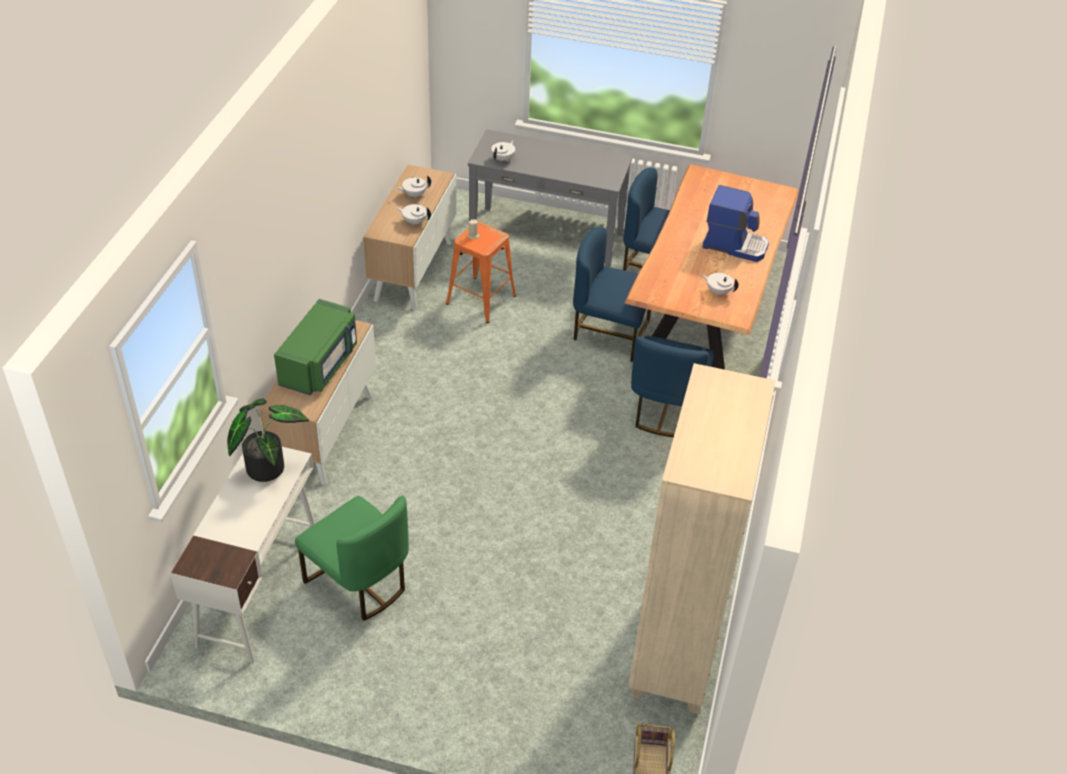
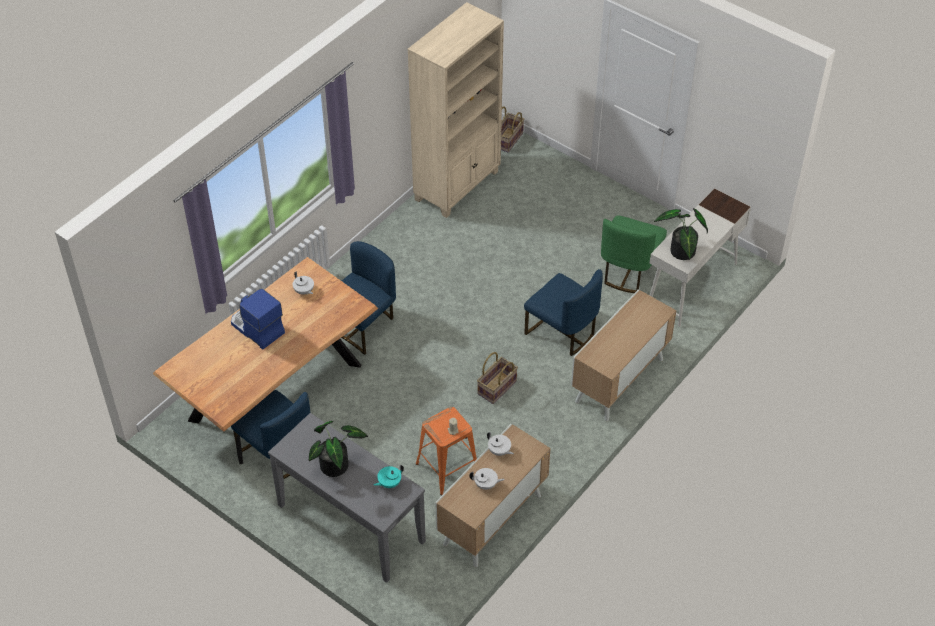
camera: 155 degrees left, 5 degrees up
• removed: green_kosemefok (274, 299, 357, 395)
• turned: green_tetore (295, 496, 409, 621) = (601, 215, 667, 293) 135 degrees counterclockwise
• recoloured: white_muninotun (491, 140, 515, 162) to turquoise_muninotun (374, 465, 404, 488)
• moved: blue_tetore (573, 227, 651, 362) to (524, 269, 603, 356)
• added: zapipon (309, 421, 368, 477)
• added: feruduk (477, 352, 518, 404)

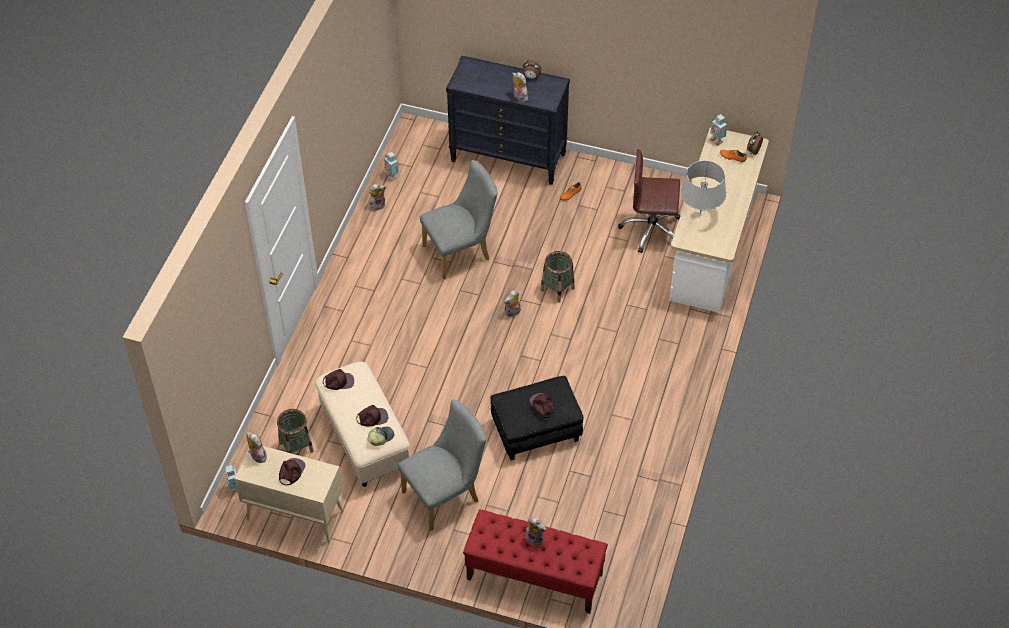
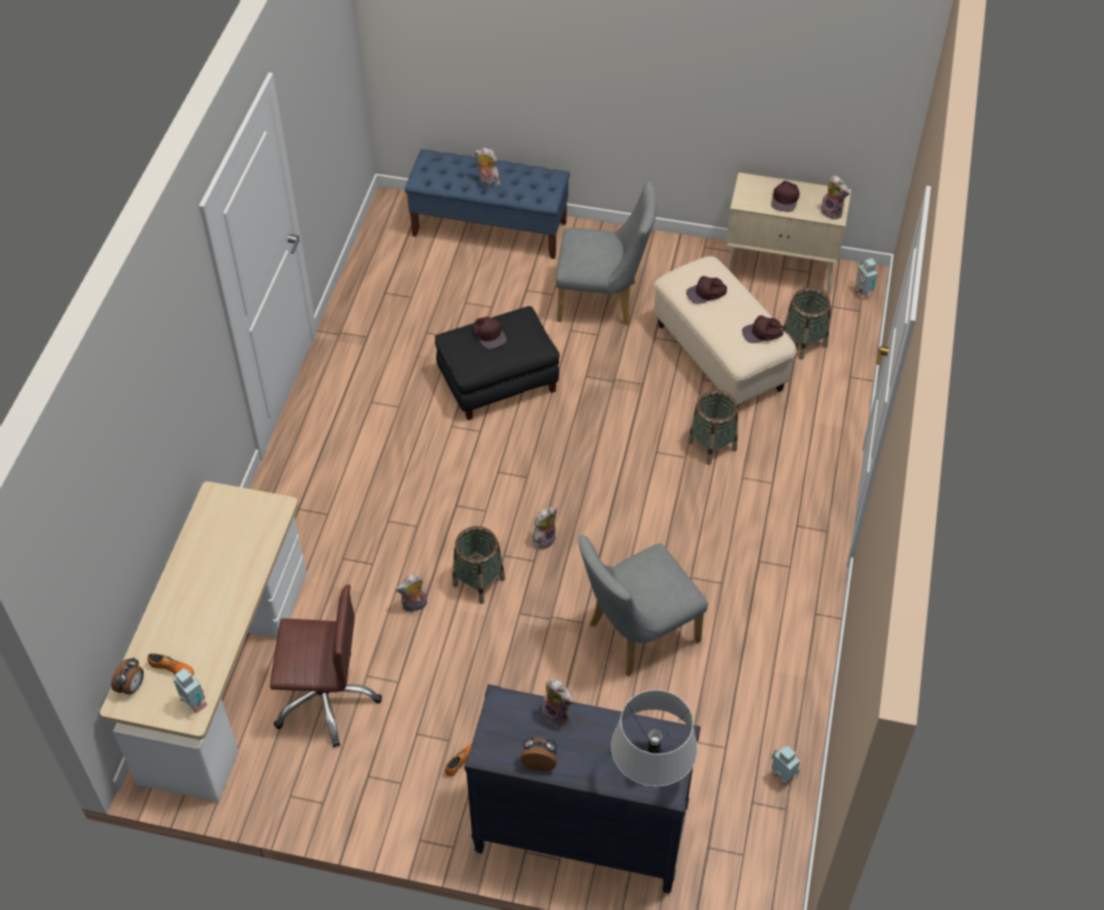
camera: 175 degrees right, 0 degrees up
• removed: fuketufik (367, 427, 394, 446)
• moved: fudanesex (369, 184, 386, 211) to (395, 574, 427, 612)
• turned: grey_tetore (398, 400, 487, 531) = (556, 181, 657, 326) 135 degrees counterclockwise
• recoloured: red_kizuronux (463, 509, 608, 614) to blue_kizuronux (405, 149, 570, 259)
• moved: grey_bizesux (680, 160, 726, 214) to (611, 690, 698, 787)
• added: feruduk (688, 390, 738, 465)

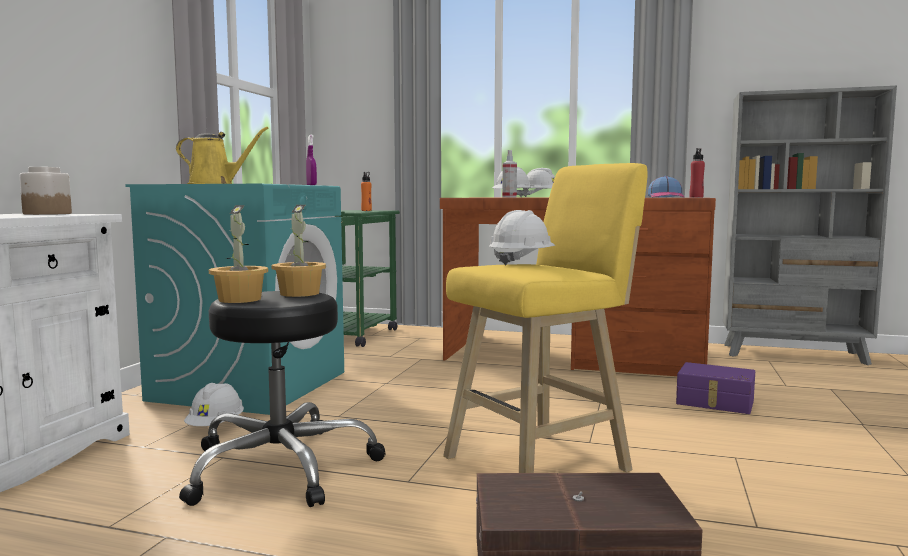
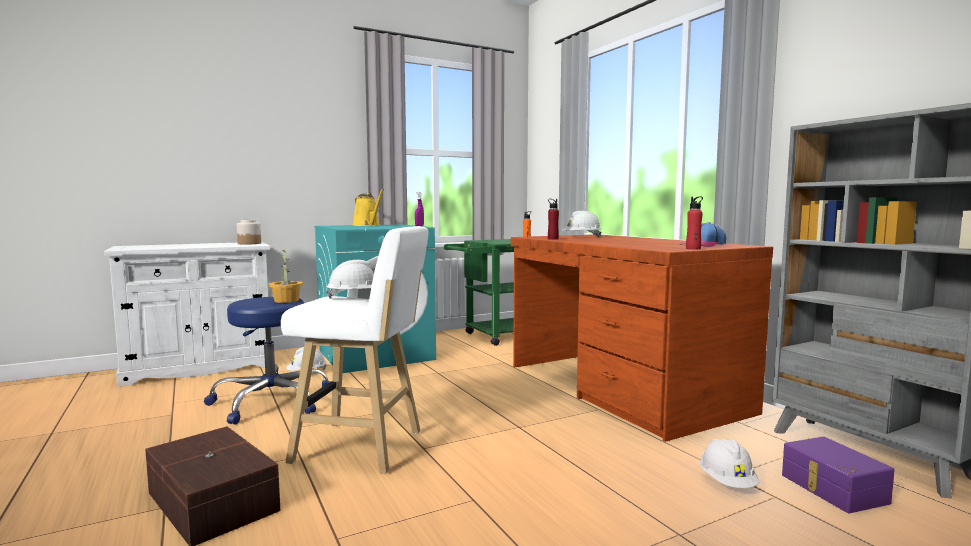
camera: 45 degrees right, 0 degrees up
• recoloured: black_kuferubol (179, 291, 386, 507) to blue_kuferubol (204, 297, 330, 424)
• removed: zapipon (209, 205, 268, 303)
• recoloured: yellow_kuferubol (443, 163, 647, 473) to white_kuferubol (281, 226, 428, 474)
• replaced: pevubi (502, 150, 517, 197) to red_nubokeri (548, 199, 559, 240)
• moved: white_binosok (523, 168, 555, 197) to (700, 439, 759, 488)
• moved: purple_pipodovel (676, 362, 755, 414) to (782, 437, 895, 513)

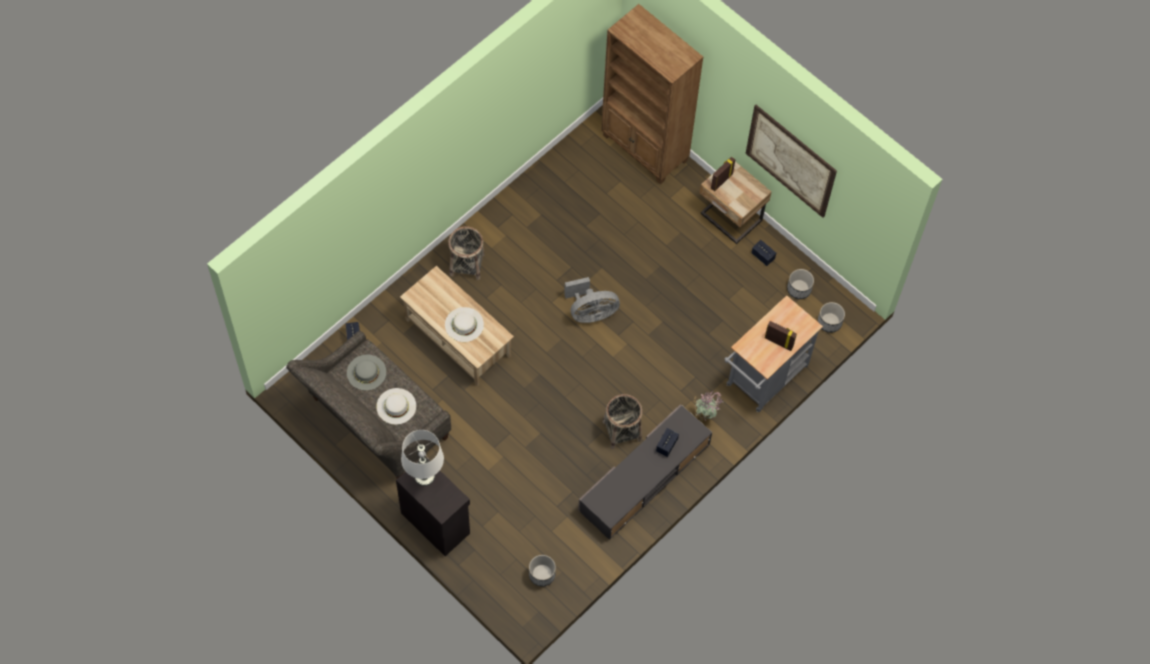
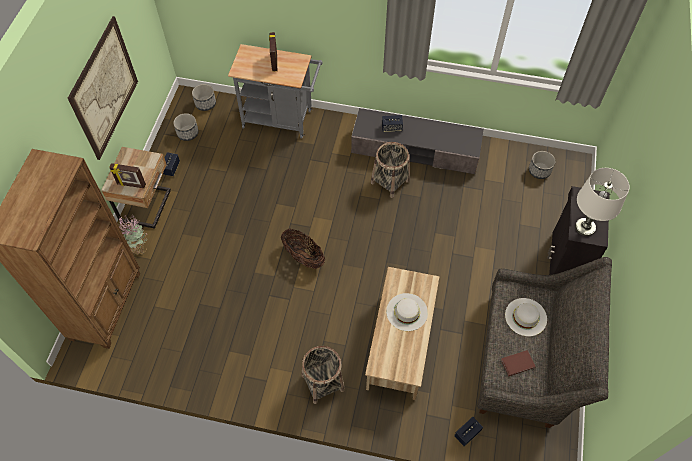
camera: 120 degrees left, 5 degrees down
• replaced: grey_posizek (347, 355, 386, 390) to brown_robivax (501, 350, 536, 376)
• replaced: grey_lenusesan (564, 277, 620, 323) to feruduk (281, 228, 325, 269)
• moved: zapipon (692, 391, 723, 422) to (119, 215, 148, 255)

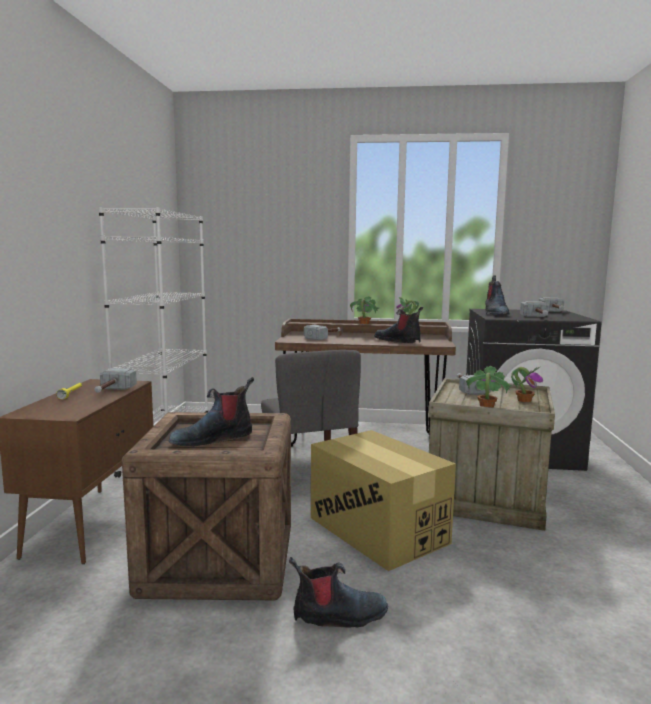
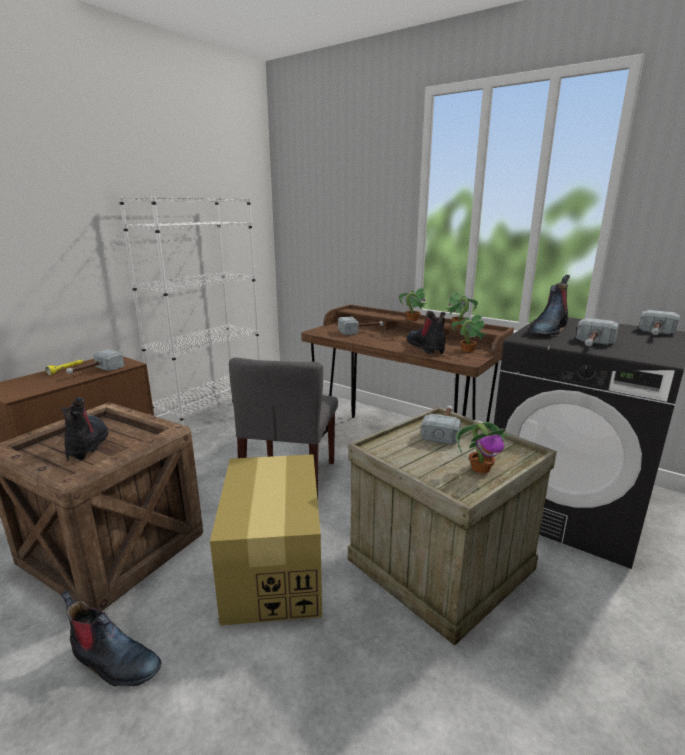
camera: 30 degrees right, 10 degrees up
• turned: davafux (168, 377, 254, 447) = (61, 397, 108, 461) 75 degrees clockwise
• moved: zapipon (466, 366, 512, 407) to (452, 314, 488, 352)

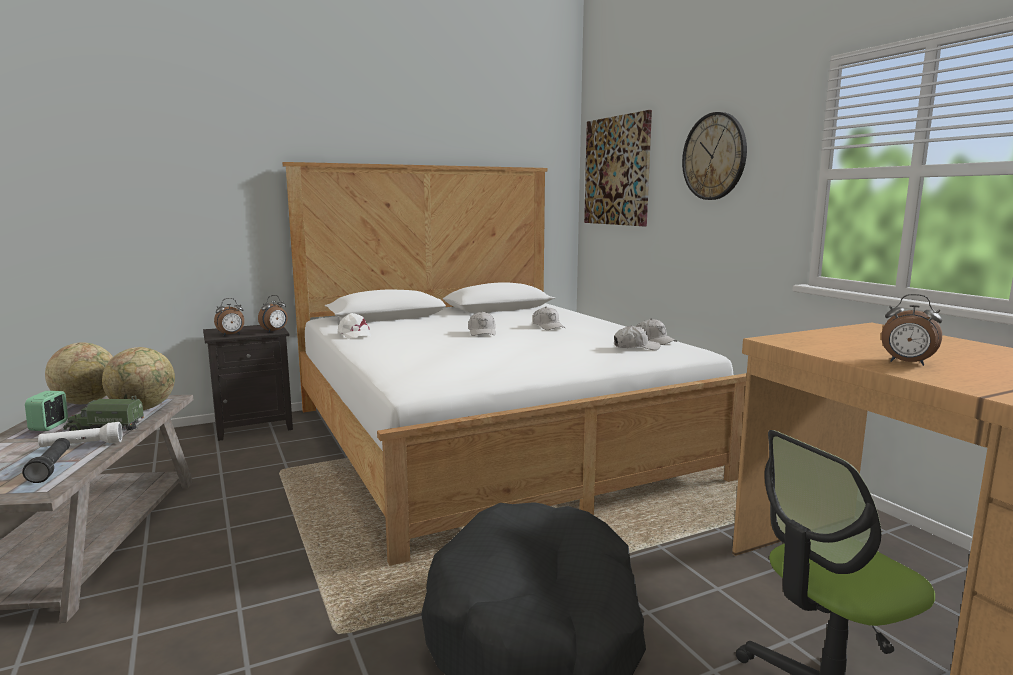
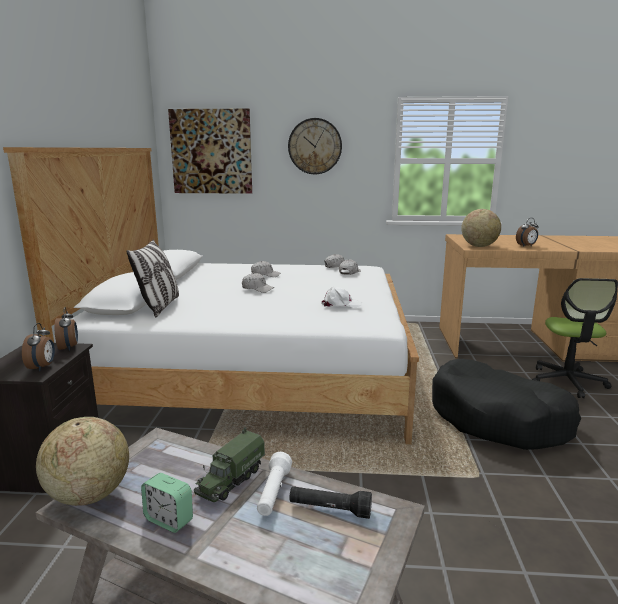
camera: 60 degrees left, 5 degrees up
• moved: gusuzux (102, 347, 175, 410) to (461, 209, 501, 247)
• moved: white_fuketufik (337, 313, 371, 339) to (321, 287, 362, 308)
• added: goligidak (126, 239, 179, 317)

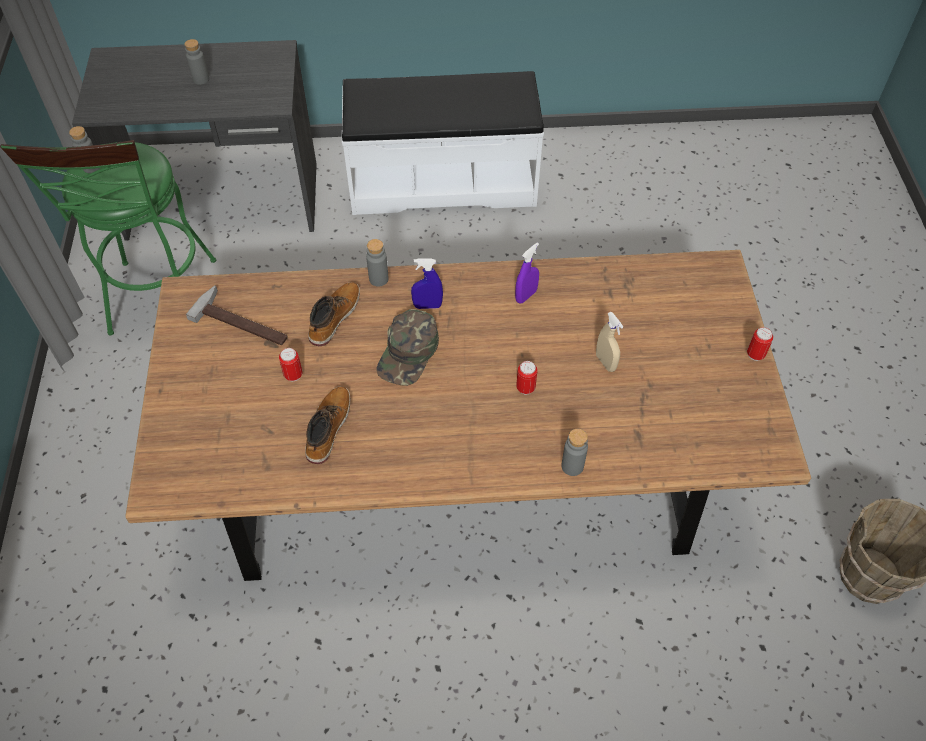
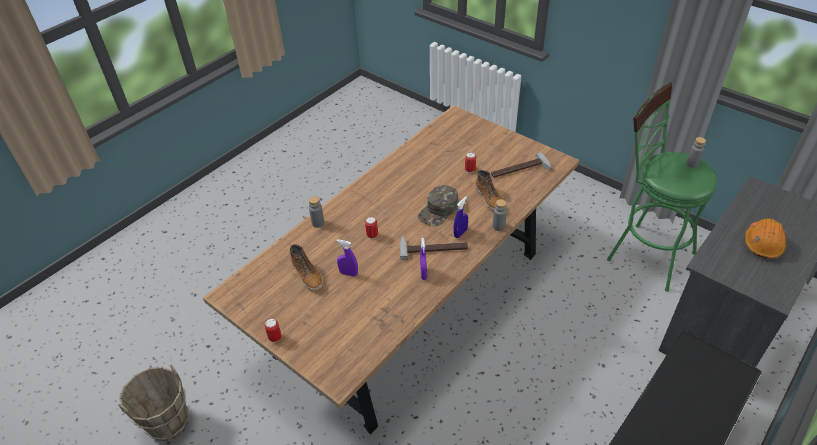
camera: 135 degrees right, 10 degrees down
• replaced: grey_nubokeri (184, 39, 209, 85) to orange_binosok (745, 219, 786, 258)
• moved: davafux (305, 386, 350, 464) to (290, 244, 323, 291)
• turned: green_fuketufik (377, 309, 439, 386) = (418, 185, 459, 226) 120 degrees counterclockwise
• recoloured: beige_pevubi (596, 312, 623, 372) to purple_pevubi (336, 239, 358, 277)
• added: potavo (400, 235, 468, 260)

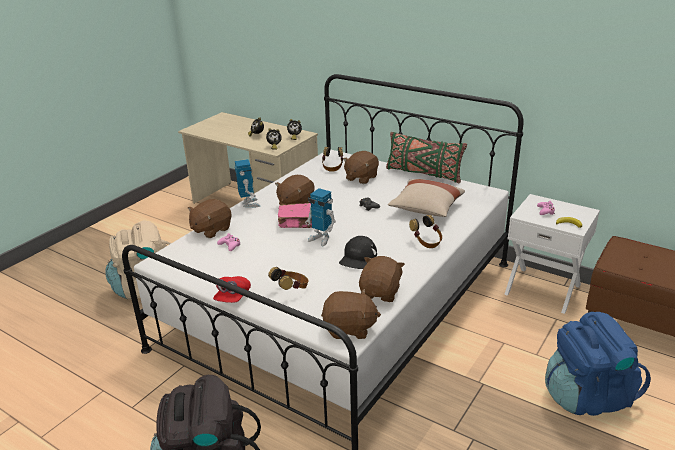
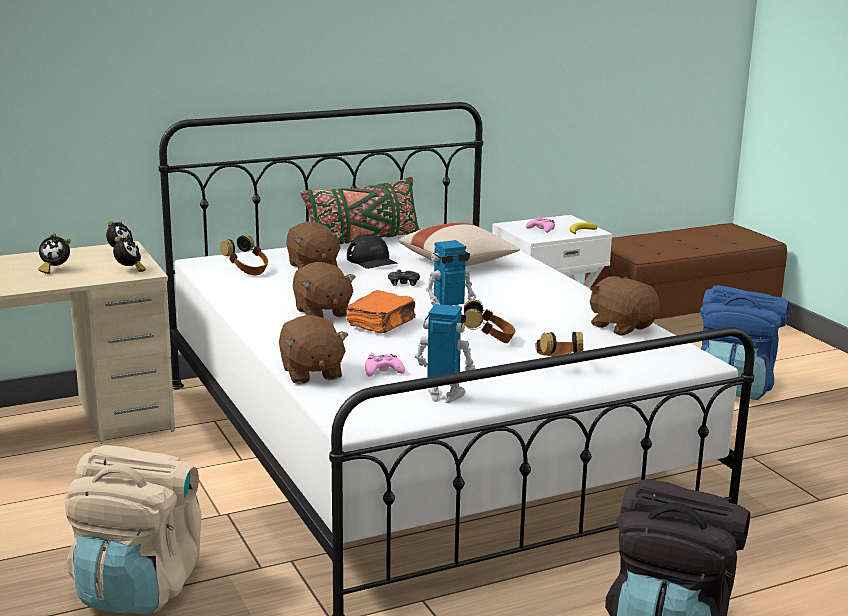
camera: 60 degrees left, 10 degrees down
• removed: red_fuketufik (213, 276, 251, 303)
• moved: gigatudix (235, 159, 260, 207) to (415, 304, 475, 403)
• recoloured: pink_robivax (278, 203, 312, 228) to orange_robivax (346, 290, 416, 333)
• removed: brown_fudanesex (321, 289, 381, 339)
• moved: black_fuketufik (339, 236, 377, 269) to (347, 234, 398, 269)
• moved: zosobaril (409, 215, 442, 248) to (464, 299, 516, 343)

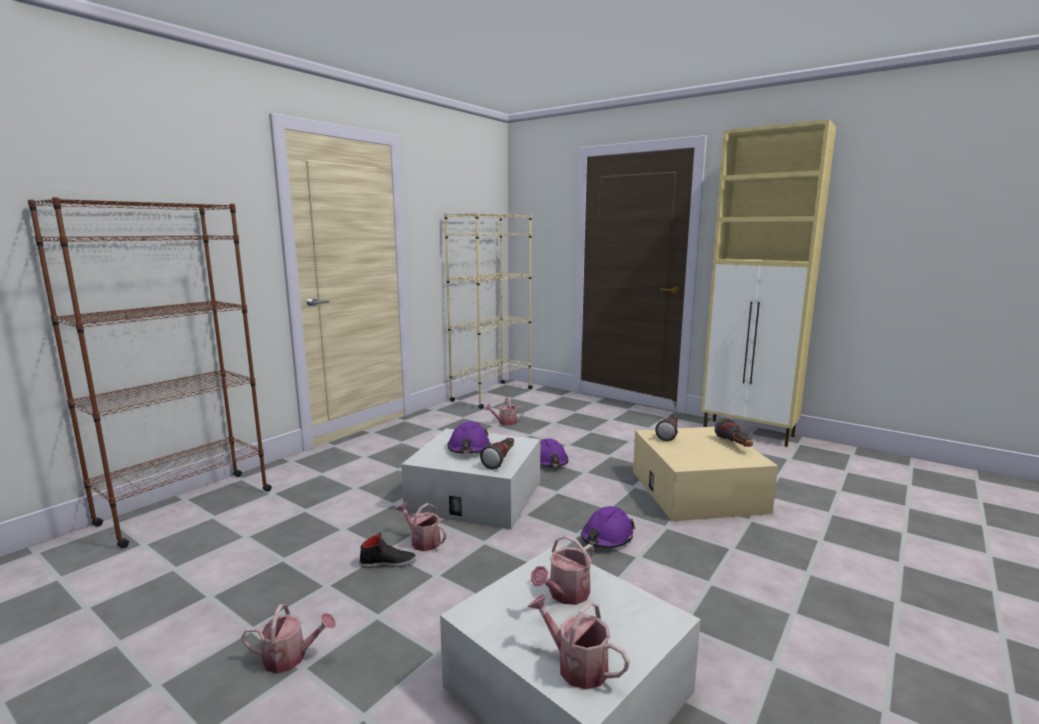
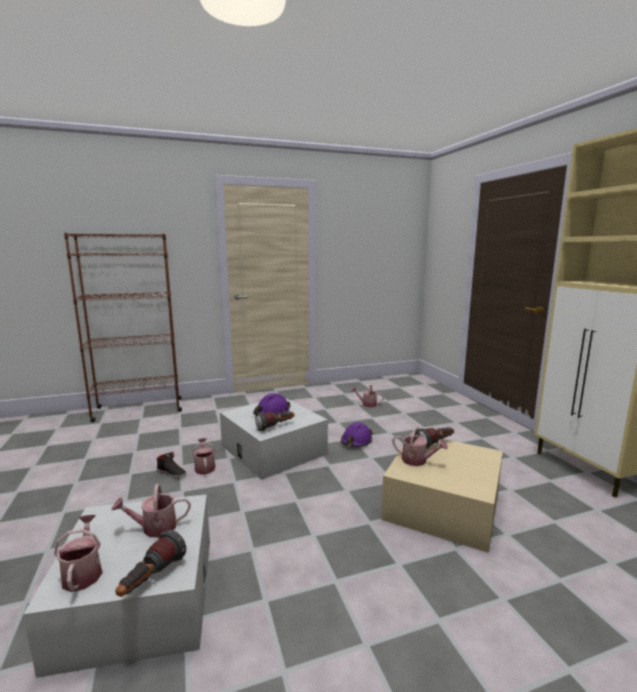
camera: 35 degrees right, 0 degrees up
• moved: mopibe (241, 604, 336, 673) to (392, 427, 448, 466)
• removed: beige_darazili (444, 213, 533, 409)
• removed: purple_binosok (581, 506, 635, 548)
• moved: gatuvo (715, 418, 753, 447) to (115, 530, 186, 597)

